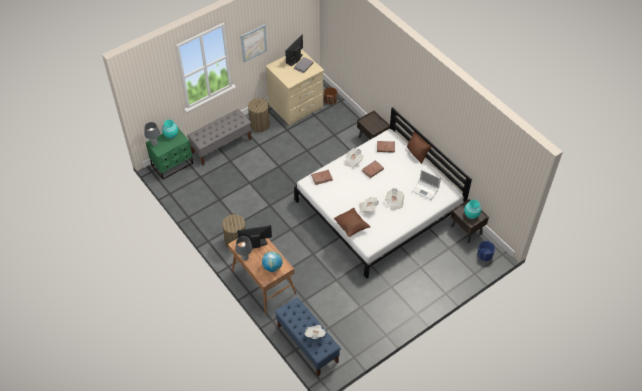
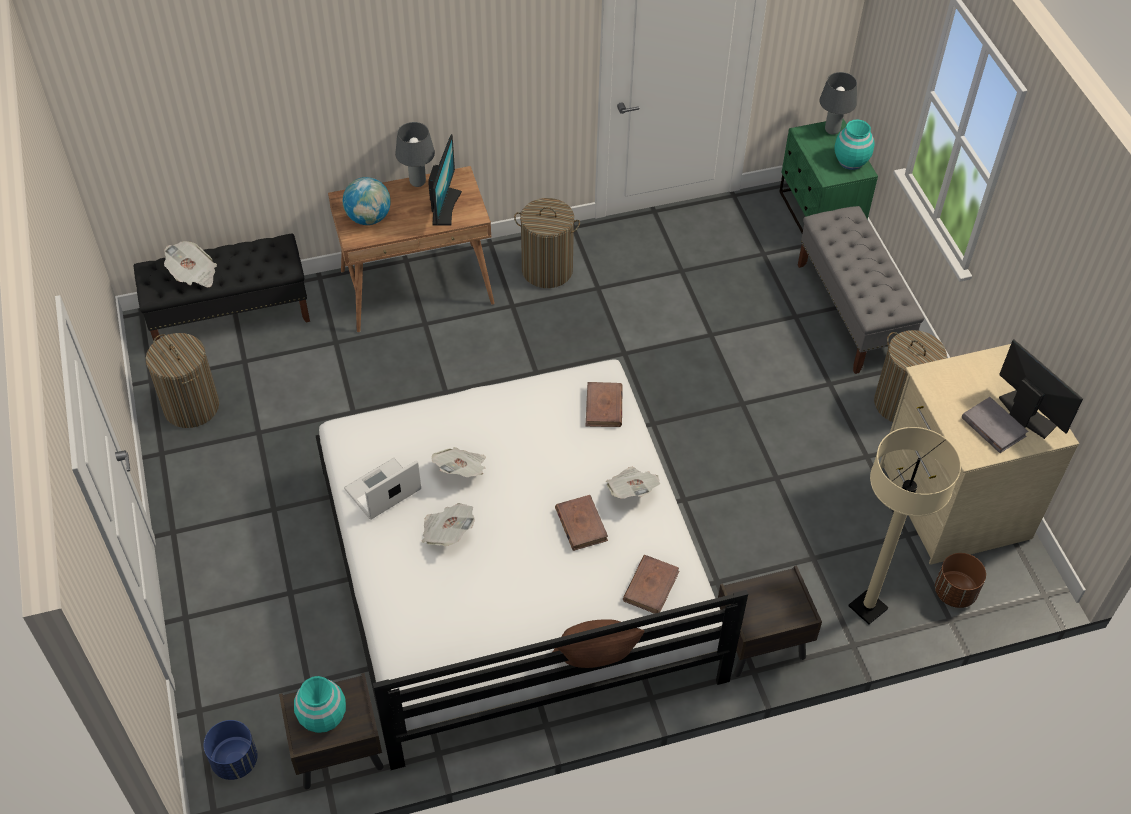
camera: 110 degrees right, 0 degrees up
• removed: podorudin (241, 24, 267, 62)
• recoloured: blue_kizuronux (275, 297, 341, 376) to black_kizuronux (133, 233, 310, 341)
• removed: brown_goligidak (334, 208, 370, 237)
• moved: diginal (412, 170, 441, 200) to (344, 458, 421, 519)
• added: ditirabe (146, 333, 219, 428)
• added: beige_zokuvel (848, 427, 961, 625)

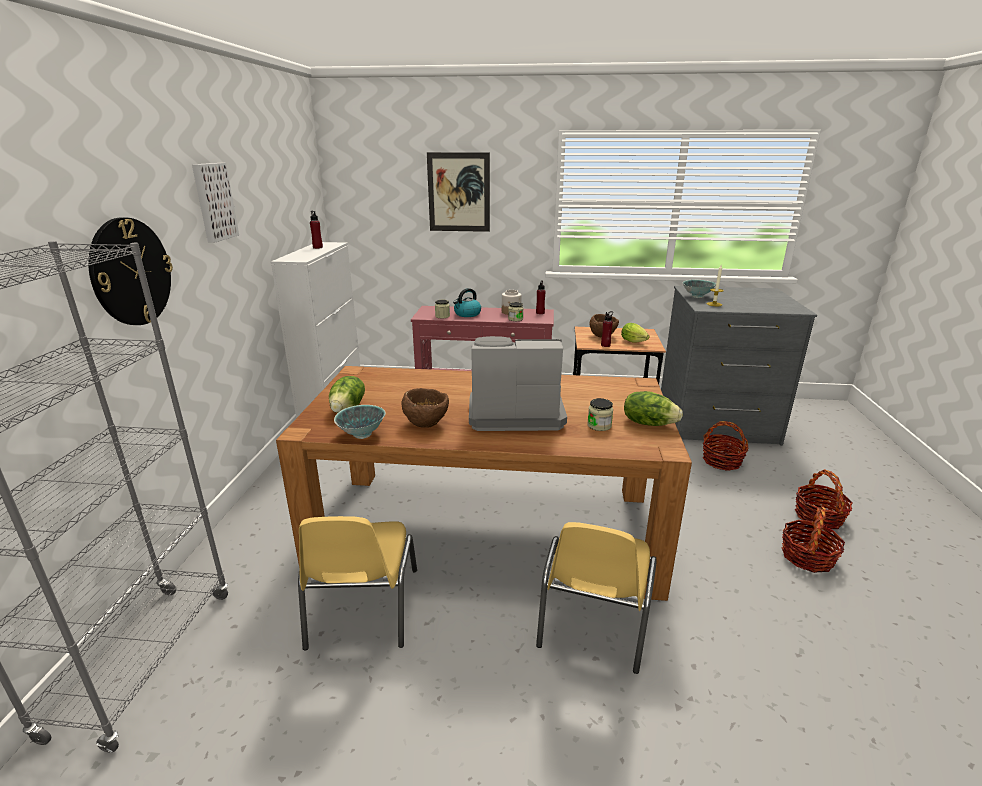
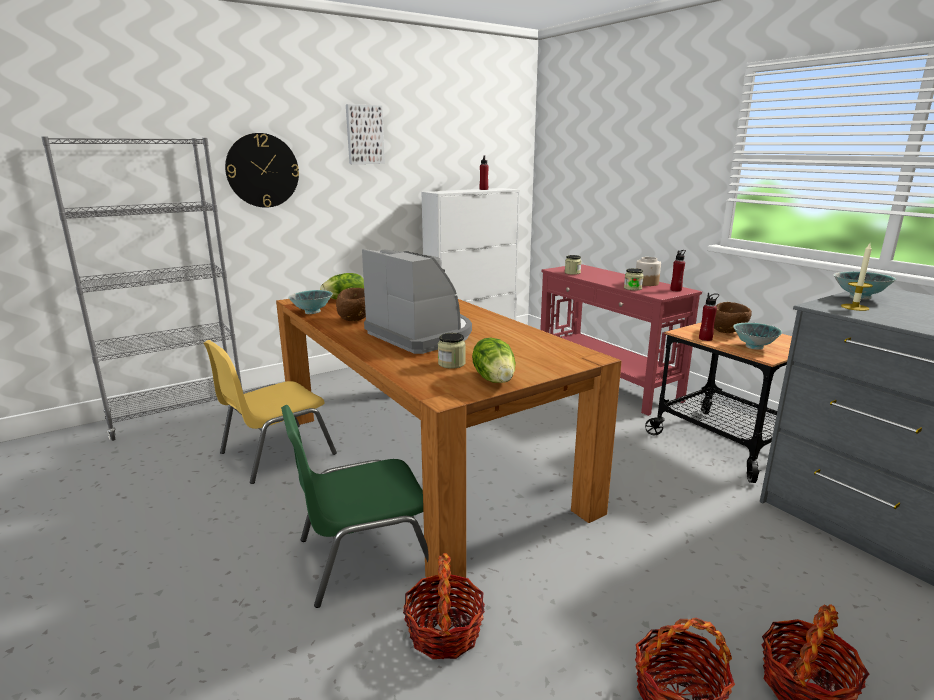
camera: 50 degrees right, 5 degrees down
• removed: podorudin (427, 152, 490, 232)
• removed: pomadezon (453, 288, 481, 317)
• recoloured: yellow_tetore (536, 522, 657, 674) to green_tetore (281, 405, 428, 608)
• replaced: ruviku (621, 323, 650, 342) to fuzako (733, 323, 782, 350)
• moved: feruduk (703, 421, 748, 471) to (403, 553, 485, 659)

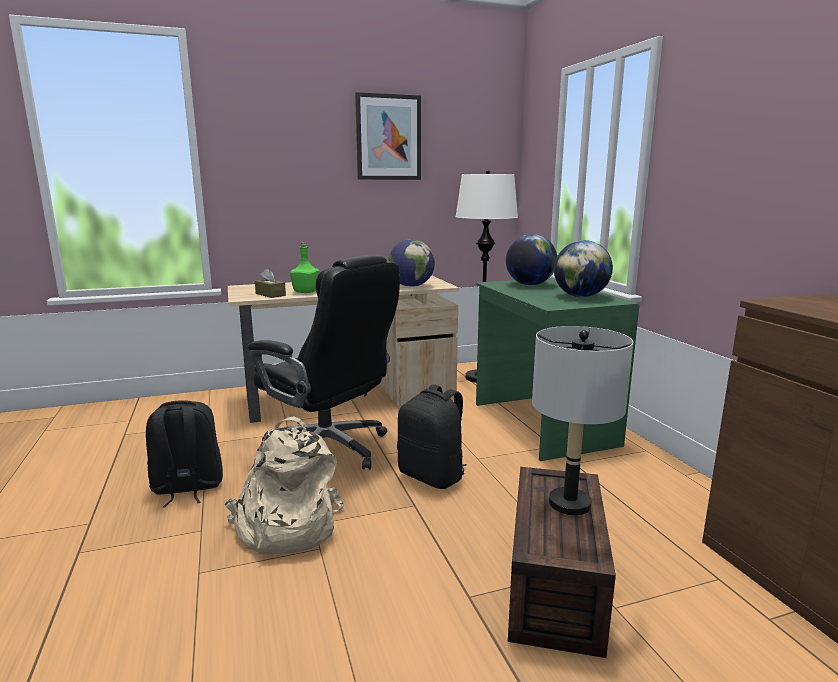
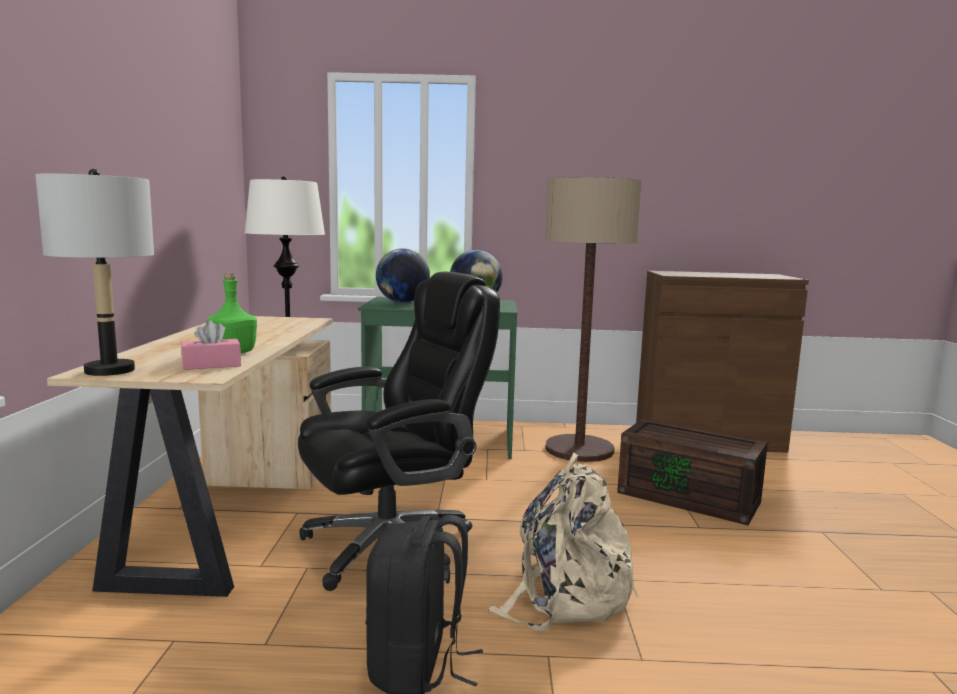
camera: 70 degrees left, 5 degrees down
• recoloured: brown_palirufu (255, 268, 286, 298) to pink_palirufu (181, 320, 241, 370)
• removed: podorudin (355, 92, 421, 180)
• removed: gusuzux (388, 239, 435, 287)
• removed: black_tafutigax (397, 384, 466, 489)
• moved: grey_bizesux (532, 326, 633, 515) to (35, 169, 154, 376)
• added: zokuvel (545, 177, 642, 462)

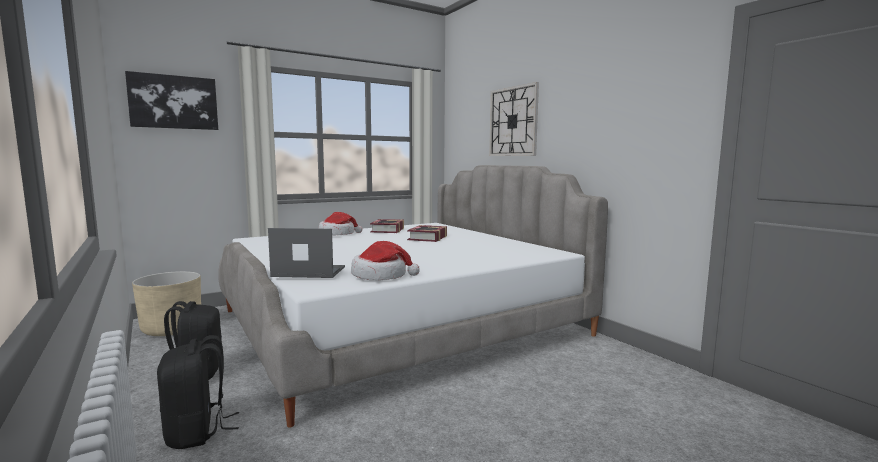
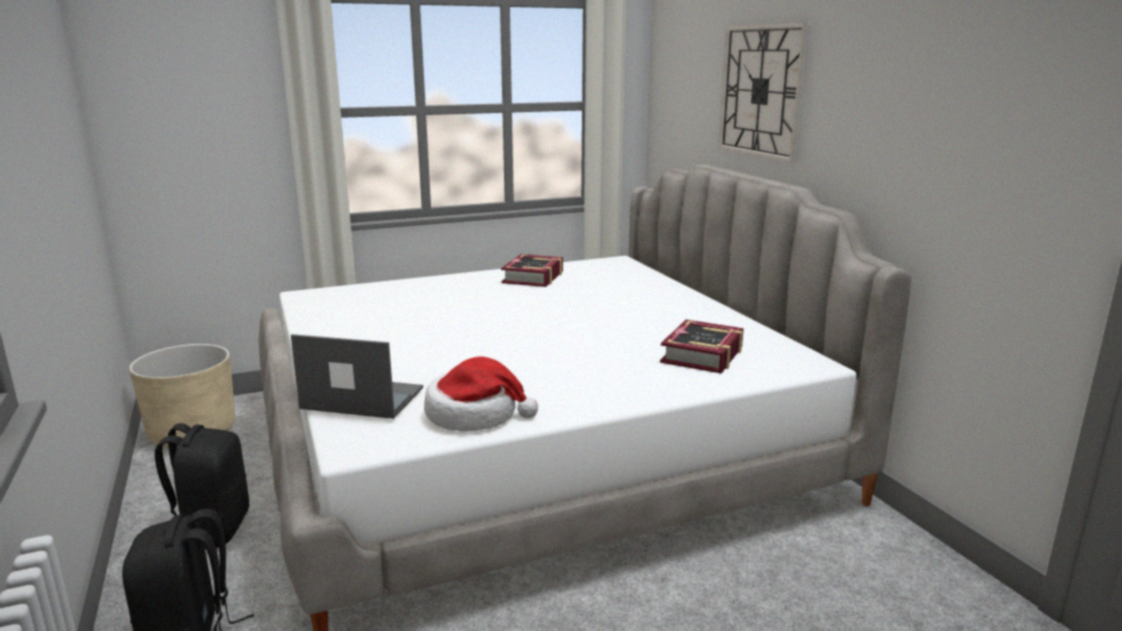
camera: 10 degrees right, 10 degrees up
• removed: podorudin (125, 71, 218, 130)
• removed: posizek (319, 212, 362, 235)
• moved: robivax (407, 225, 447, 242) to (660, 320, 744, 374)

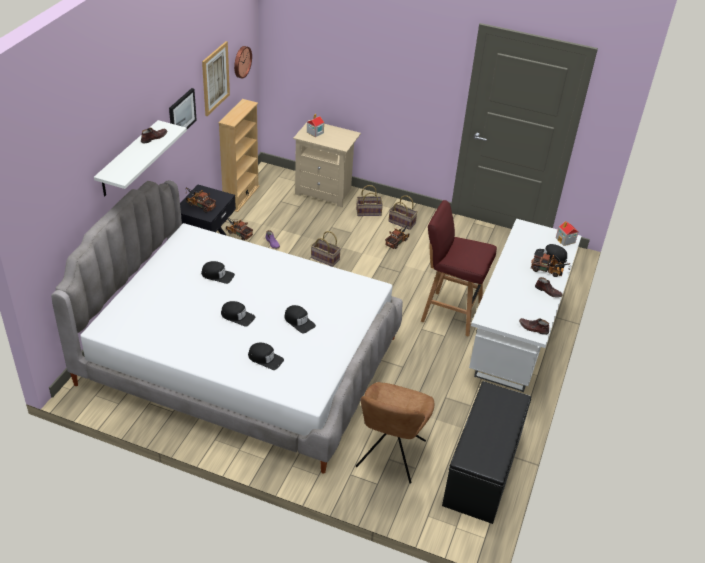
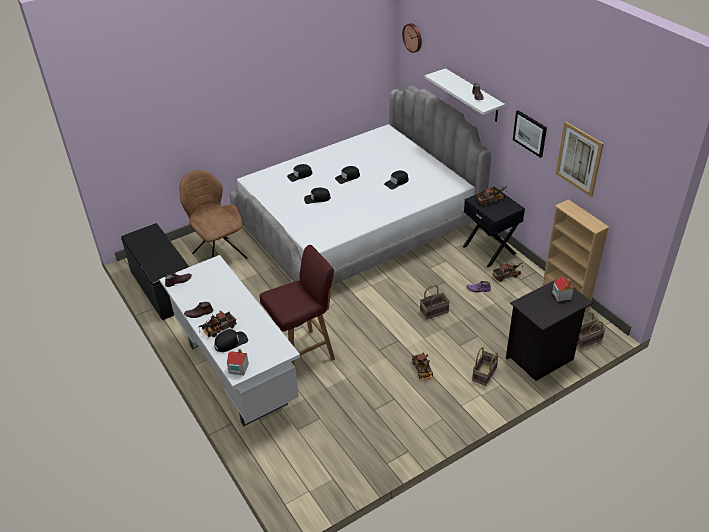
camera: 130 degrees right, 0 degrees up
• moved: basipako (234, 46, 252, 79) to (402, 23, 422, 53)
• recoloured: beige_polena (293, 120, 361, 207) to black_polena (506, 279, 593, 381)
• moved: feruduk (388, 195, 418, 230) to (577, 312, 606, 348)

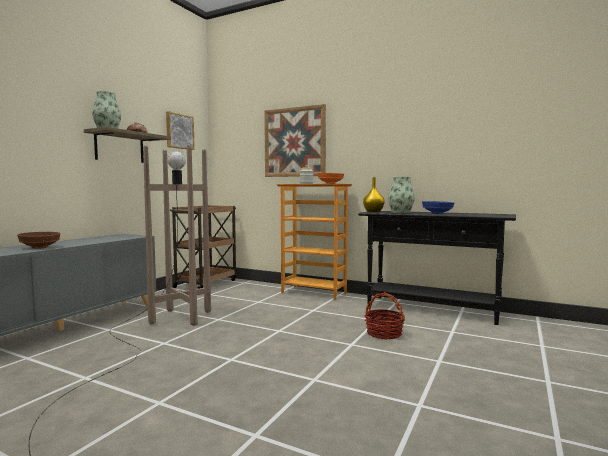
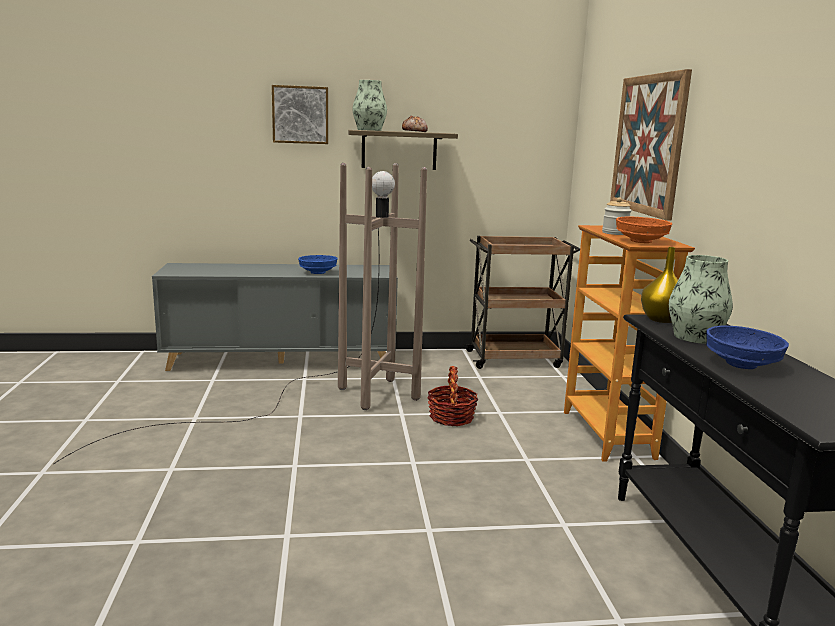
camera: 55 degrees right, 10 degrees up
• removed: brown_fuzako (17, 232, 60, 249)
• moved: podorudin (166, 111, 195, 150) to (272, 85, 328, 144)
• moved: feruduk (365, 292, 405, 340) to (427, 366, 478, 426)
• added: blue_fuzako (298, 255, 338, 274)

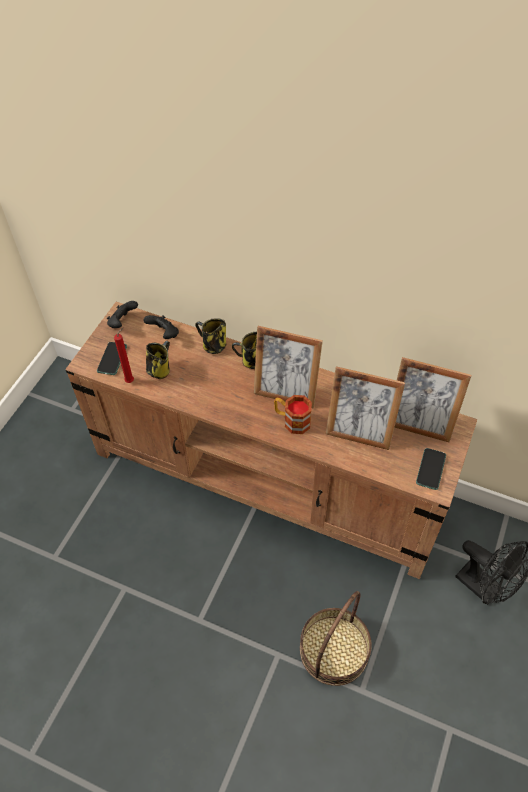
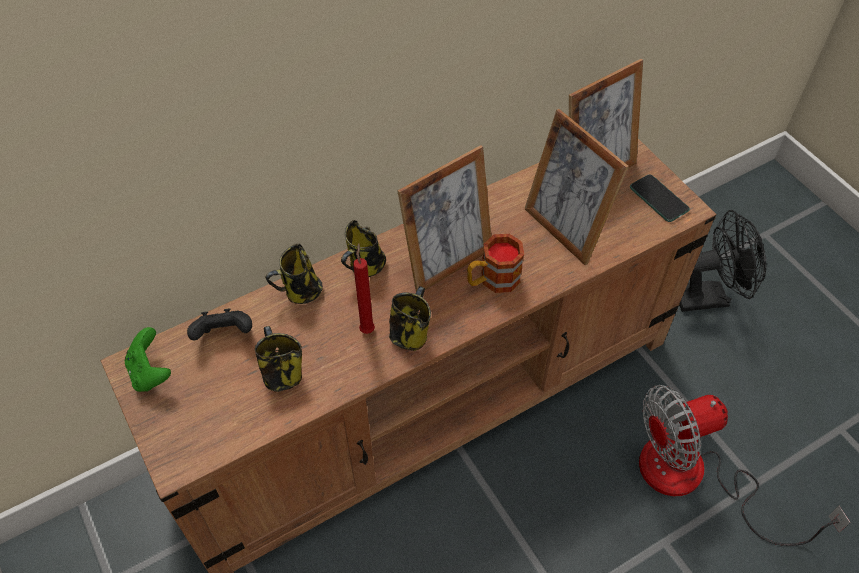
camera: 55 degrees left, 0 degrees up
• removed: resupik (97, 342, 127, 375)
• recoloured: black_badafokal (107, 301, 138, 328) to green_badafokal (125, 327, 171, 392)
• moved: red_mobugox (114, 327, 134, 383) to (353, 243, 375, 334)
• replaced: feruduk (300, 591, 372, 686) to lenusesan (639, 385, 850, 546)
• turned: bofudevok (326, 366, 405, 450) = (525, 109, 629, 265) 90 degrees clockwise
• added: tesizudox (389, 286, 431, 351)

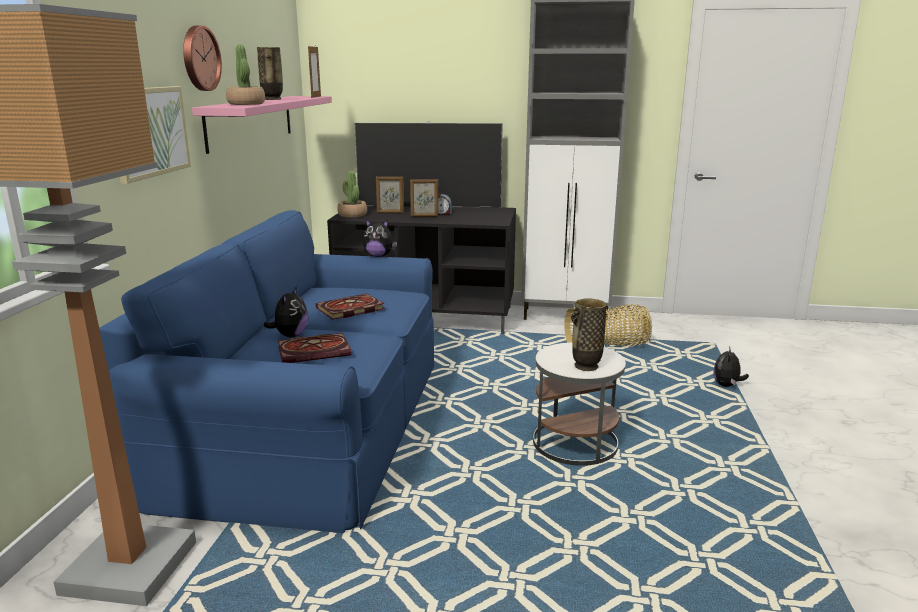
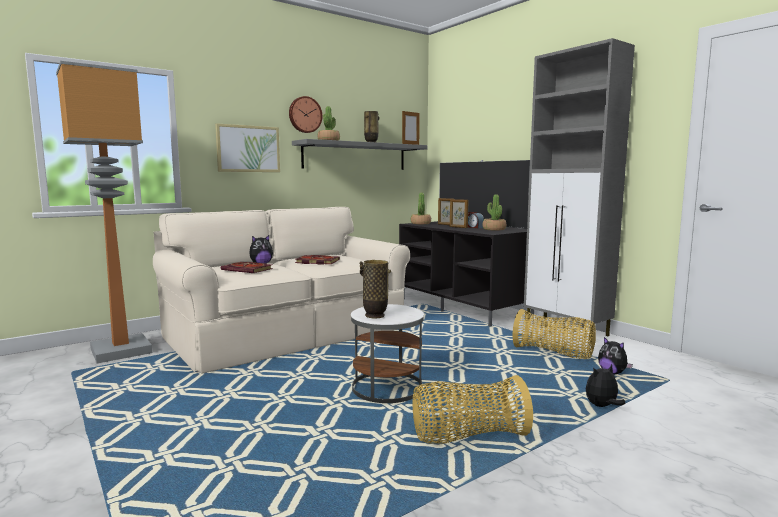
camera: 45 degrees right, 10 degrees down
• recoloured: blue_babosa (99, 210, 434, 533) to beige_babosa (153, 207, 410, 373)
• recoloured: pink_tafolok (192, 96, 332, 154) to grey_tafolok (292, 139, 428, 170)
• moved: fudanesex (363, 219, 397, 257) to (598, 337, 633, 374)
• added: feruduk (413, 375, 533, 443)
• added: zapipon (482, 194, 506, 231)

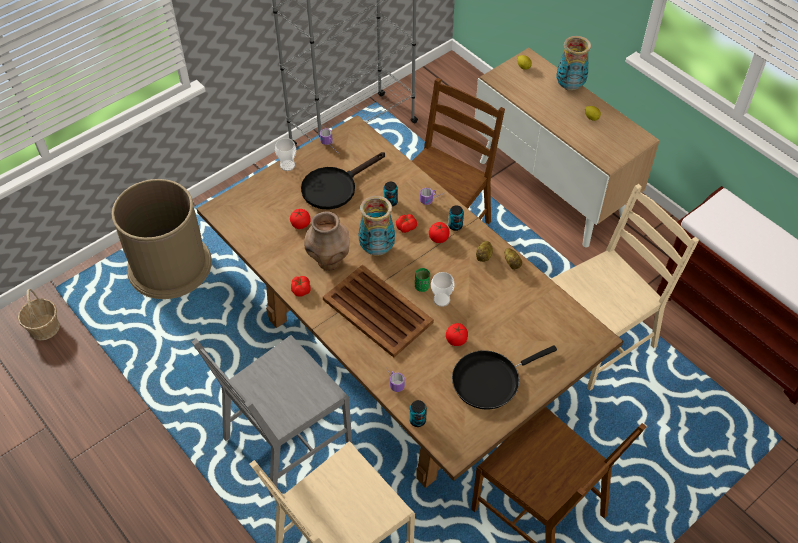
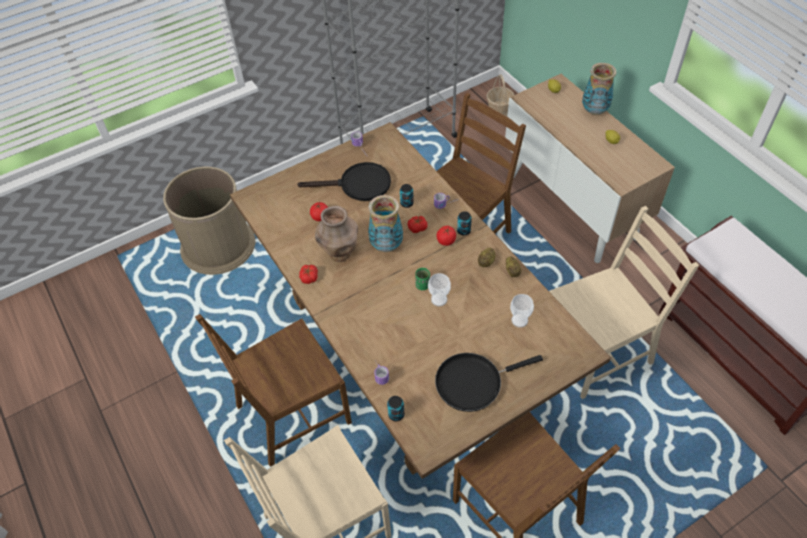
camera: 10 degrees right, 0 degrees up
• moved: feruduk (18, 289, 60, 340) to (487, 74, 514, 116)
• recoloured: grey_tetore (191, 335, 352, 498) to brown_tetore (195, 314, 352, 467)
• moved: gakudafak (275, 138, 296, 171) to (510, 294, 534, 328)
• turned: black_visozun (301, 152, 385, 210) = (297, 162, 391, 201) 150 degrees counterclockwise
• removed: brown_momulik (323, 265, 434, 358)
• removed: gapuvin (446, 323, 468, 346)

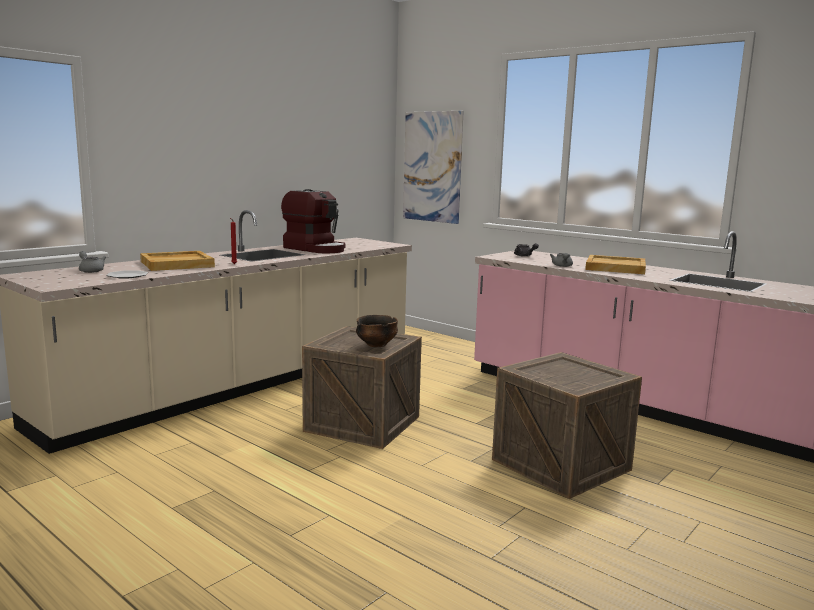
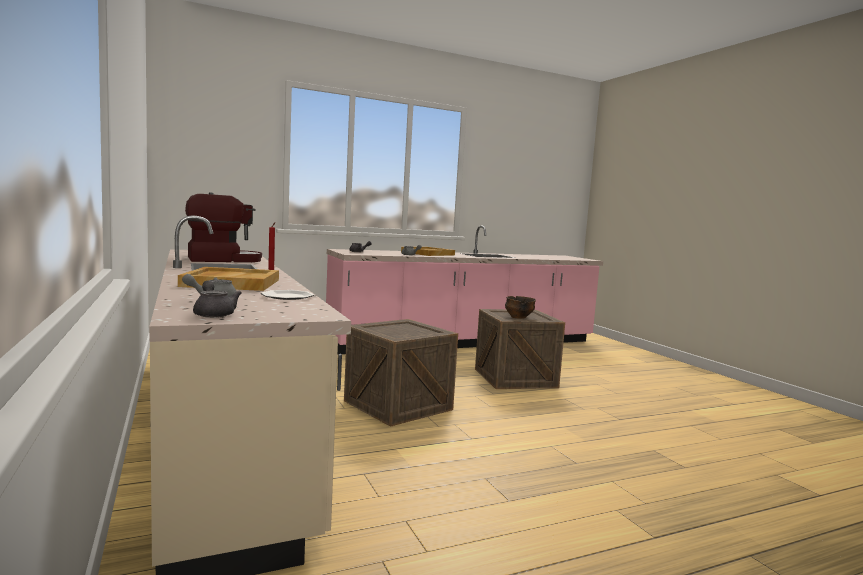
camera: 65 degrees left, 5 degrees down
• moved: fuzako (356, 315, 398, 347) to (505, 296, 536, 319)
• removed: podorudin (403, 111, 464, 224)
• added: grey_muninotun (193, 280, 242, 318)

